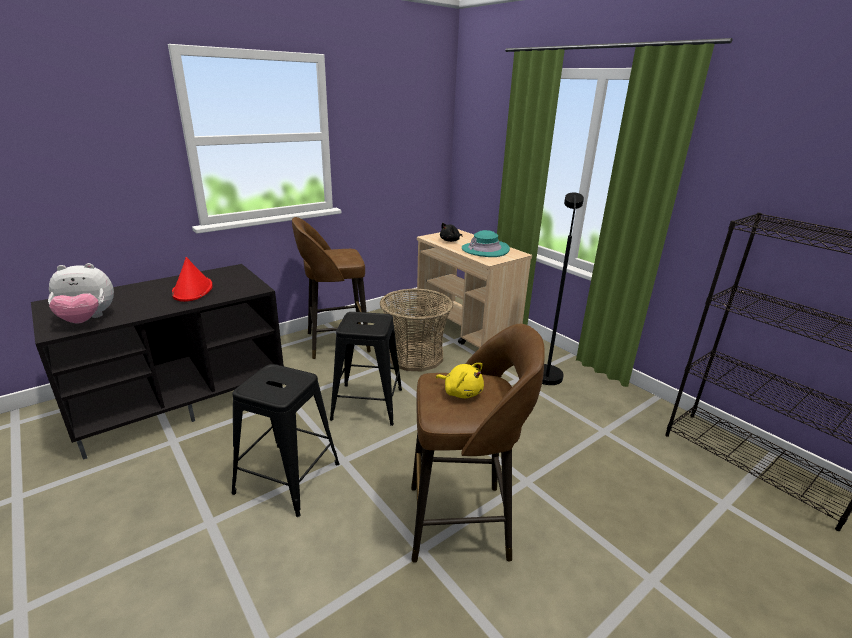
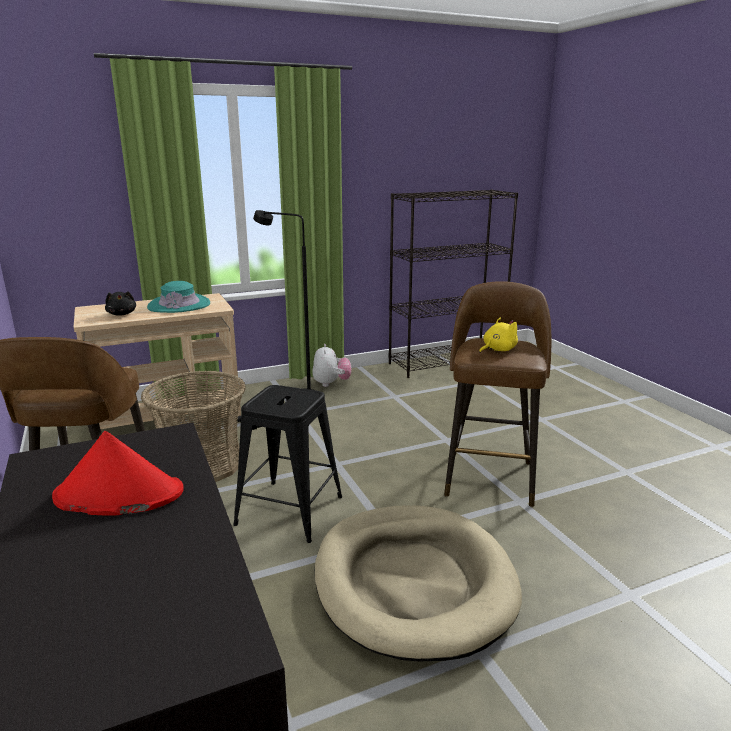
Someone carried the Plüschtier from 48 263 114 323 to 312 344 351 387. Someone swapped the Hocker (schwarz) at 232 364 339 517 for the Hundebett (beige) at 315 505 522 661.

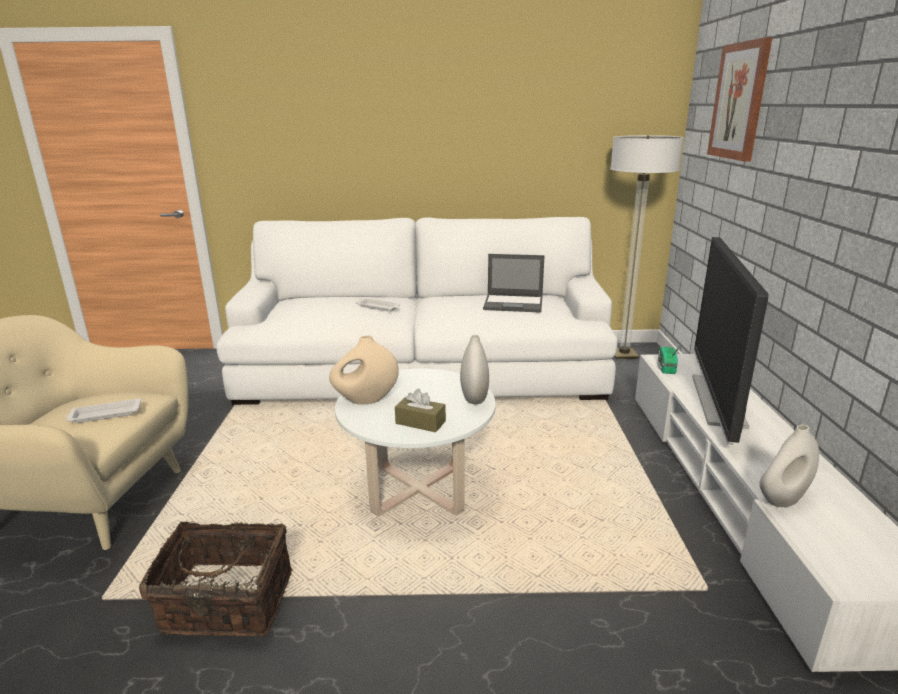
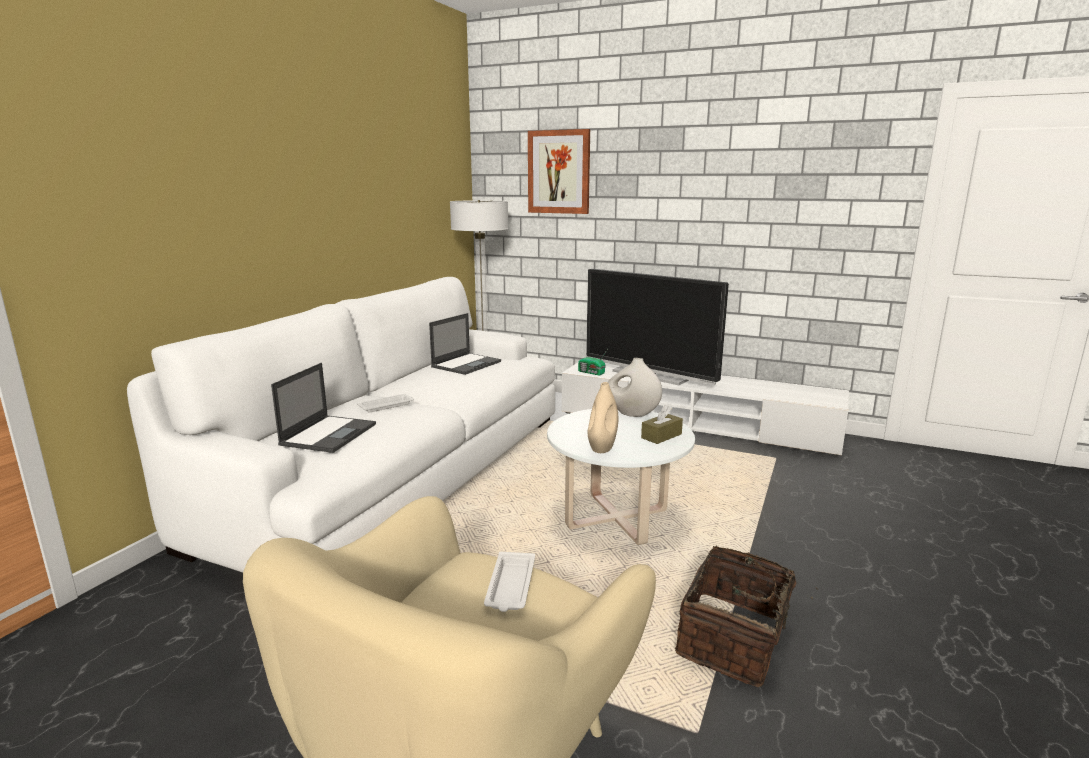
Someone took away the Vase (weiß) at 759 425 819 507. Someone put down the Laptop at 271 363 376 453.

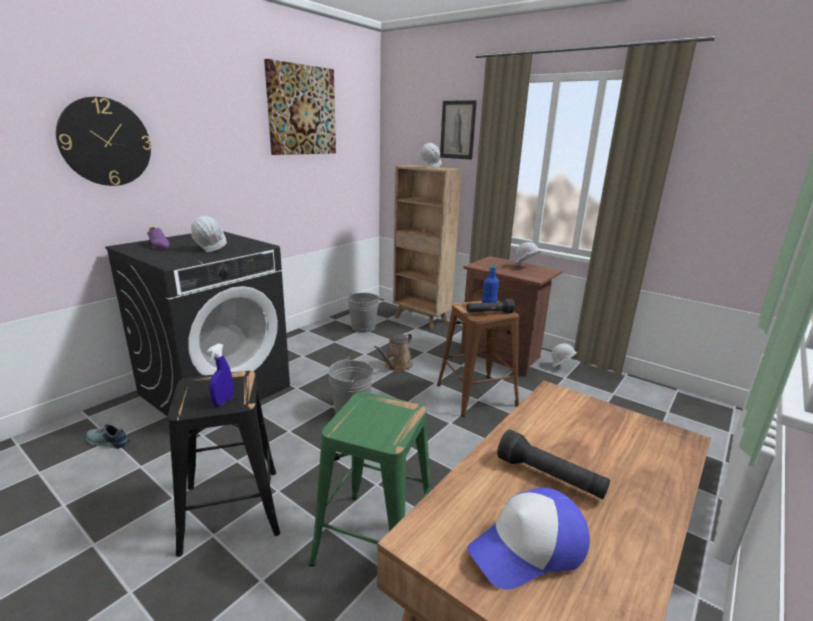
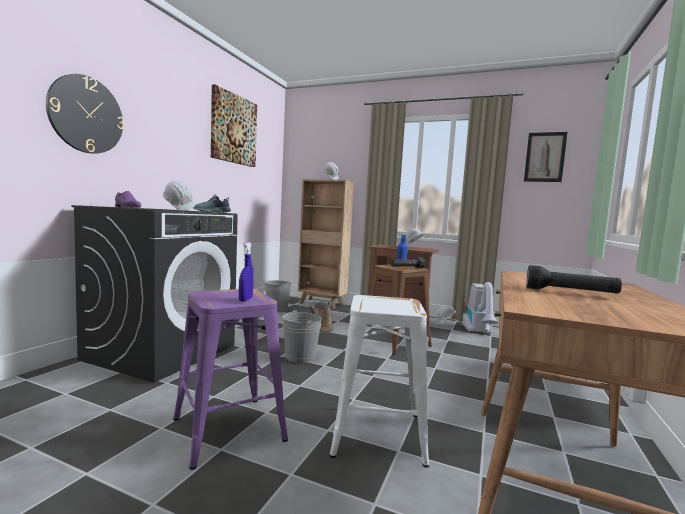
Someone carried the Schuh from 86 424 130 449 to 193 195 231 213. Someone repainted the Hocker (schwarz) at 168 371 280 557, which became the Hocker (lila) at 173 289 288 470. Someone repainted the Hocker (grün) at 309 392 431 567, which became the Hocker (weiß) at 329 295 429 468. Someone carried the Bild from 440 100 477 160 to 524 132 567 182. Someone took away the Kappe at 467 488 590 590. Someone put down the Staubsauger at 462 282 499 334.

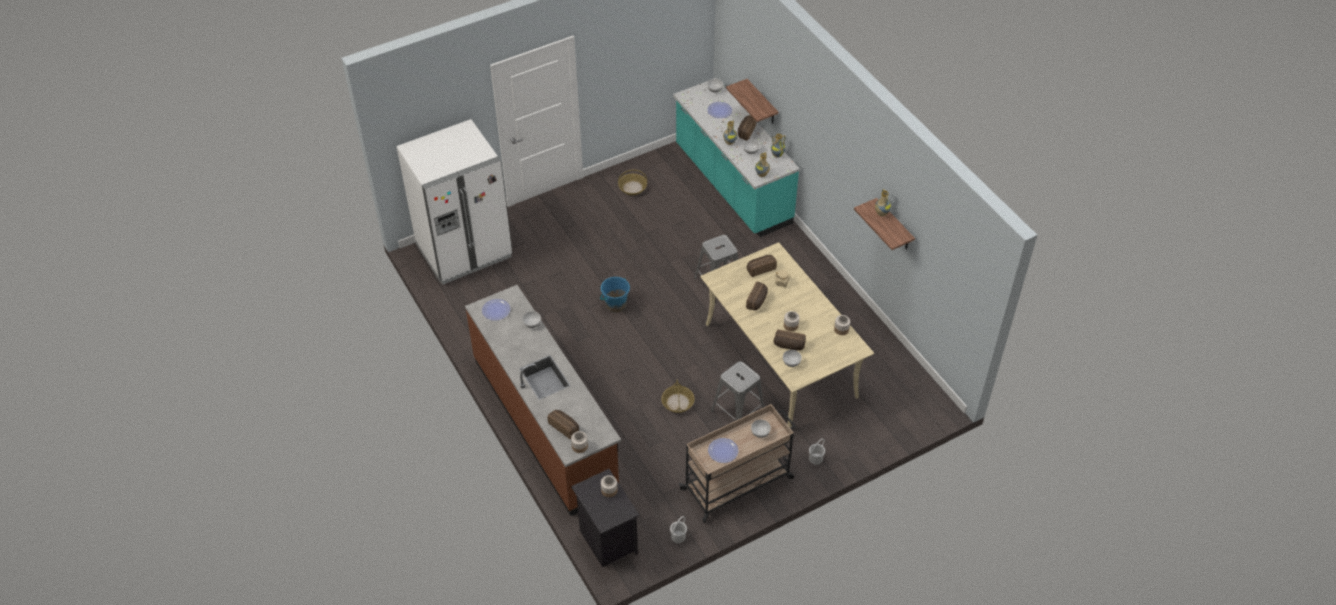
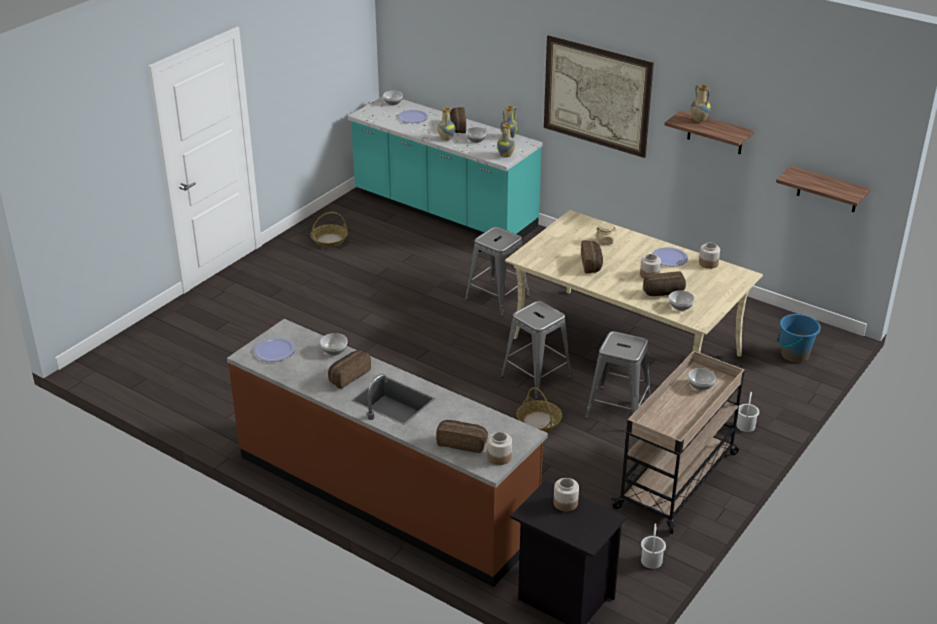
Someone took away the Kühlschrank (weiß) at 396 119 513 285. Someone carried the Eimer (blau) from 600 277 630 312 to 778 314 821 363. Someone carried the Teller from 708 438 738 463 to 652 247 688 267. Someone carried the Wandregal from 726 79 779 124 to 776 166 870 212. Someone carried the Brot from 747 255 777 277 to 328 350 371 389. Someone put down the Hocker (grau) at 501 301 572 399. Someone put up the Bild at 544 35 654 158.

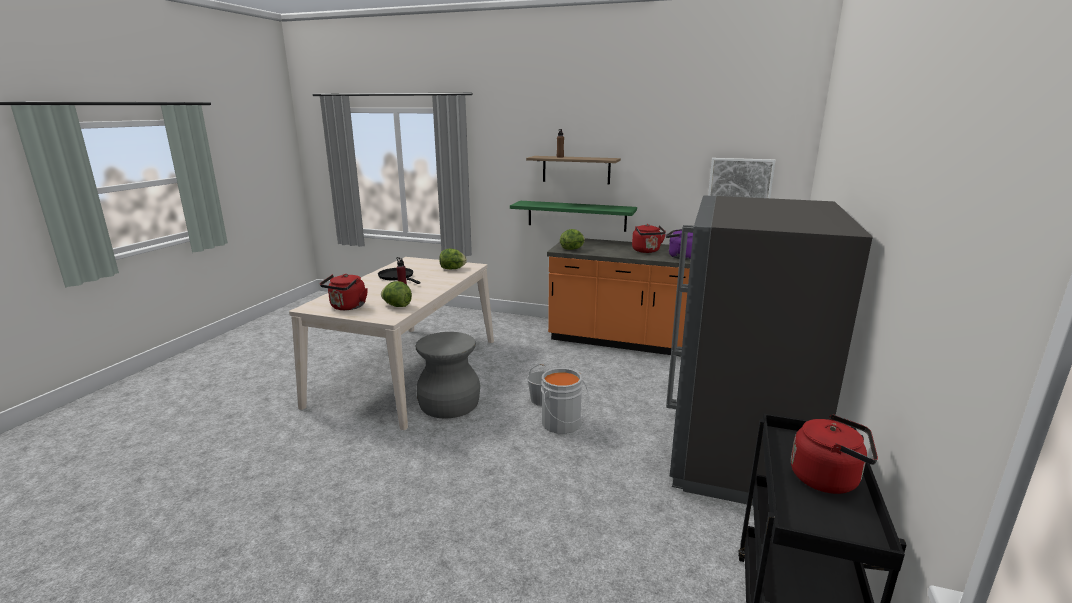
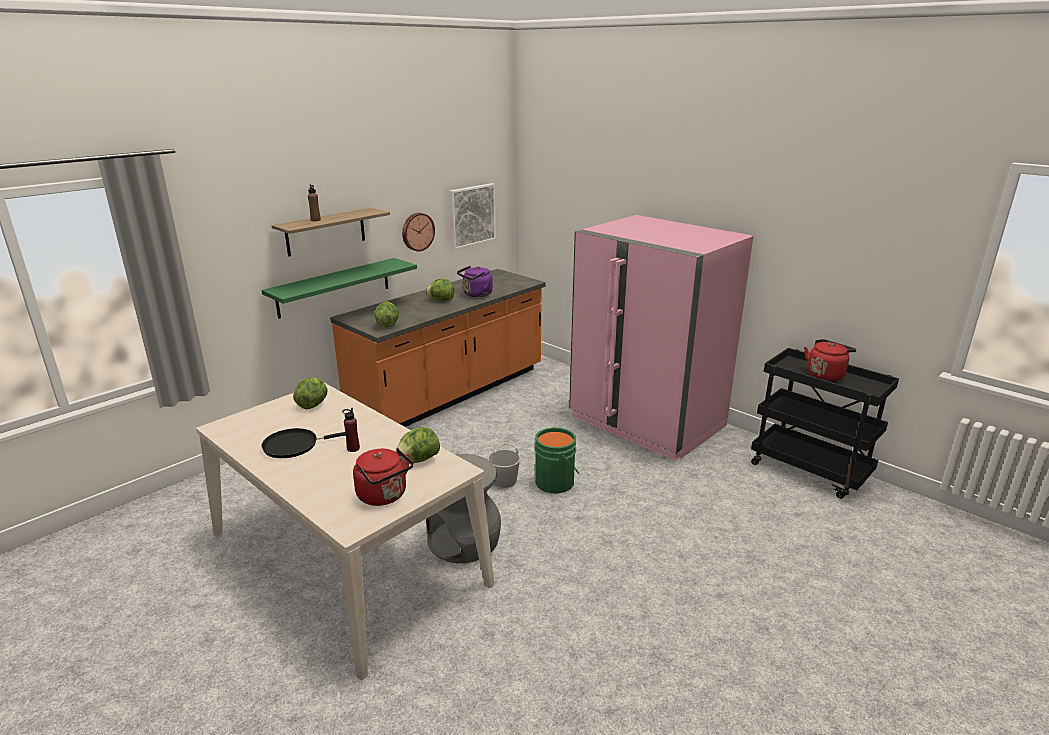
Someone repainted the Eimer (grau) at 541 368 589 434, which became the Eimer (grün) at 534 427 580 493. Someone swapped the Wasserkessel (rot) at 632 224 666 253 for the Salatkopf at 426 279 454 301. Someone repainted the Kühlschrank (grau) at 666 195 873 506, which became the Kühlschrank (rosa) at 569 215 753 461. Someone put up the Wanduhr at 402 213 435 251.

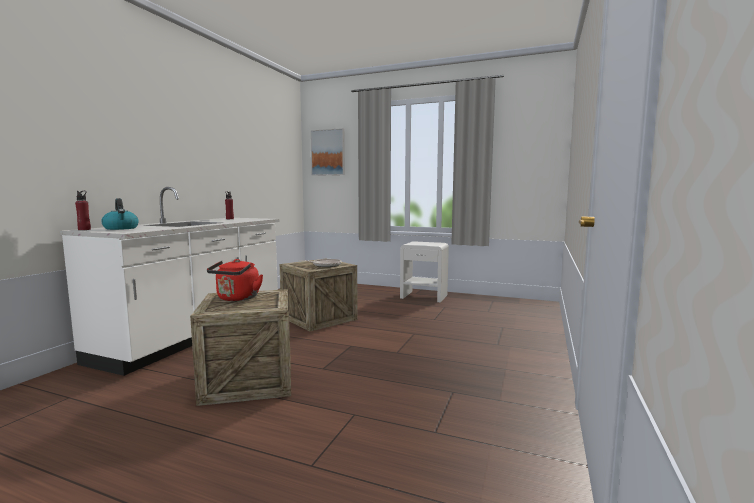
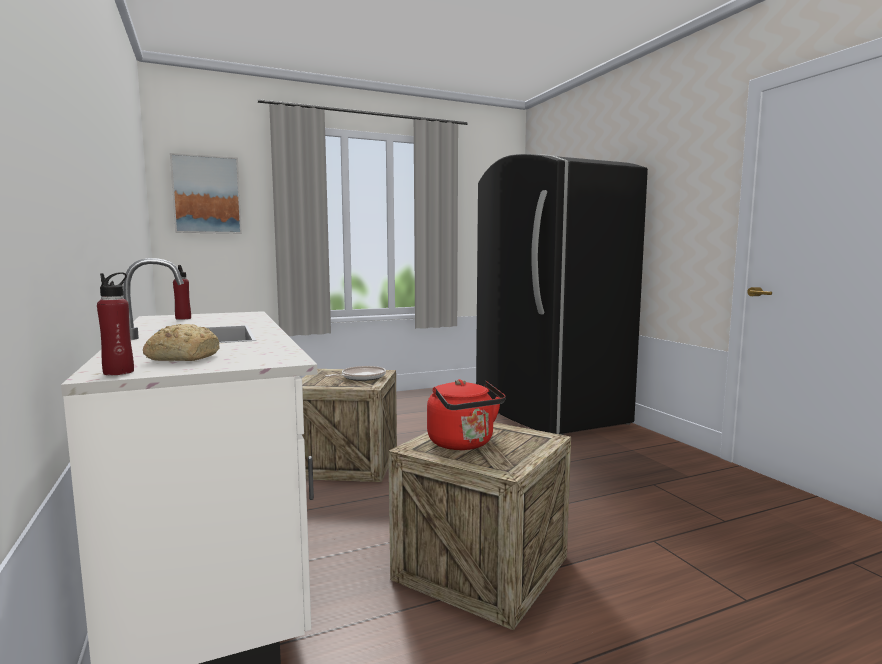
Someone swapped the Wasserkessel at 101 198 139 230 for the Brot at 143 324 220 361. Someone took away the Nachttisch (weiß) at 400 241 449 302. Someone put down the Kühlschrank (schwarz) at 476 154 648 435.

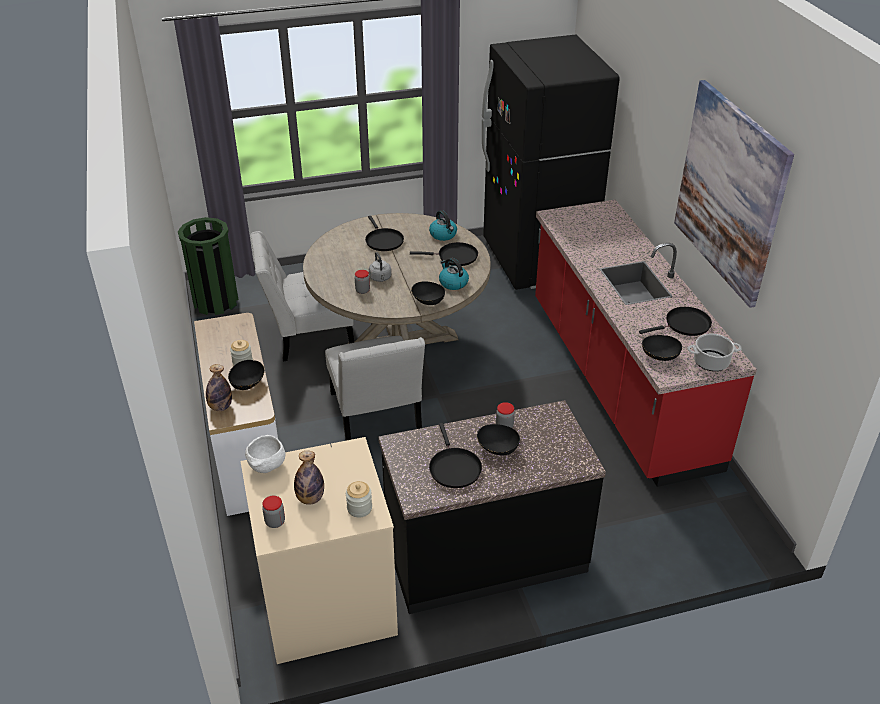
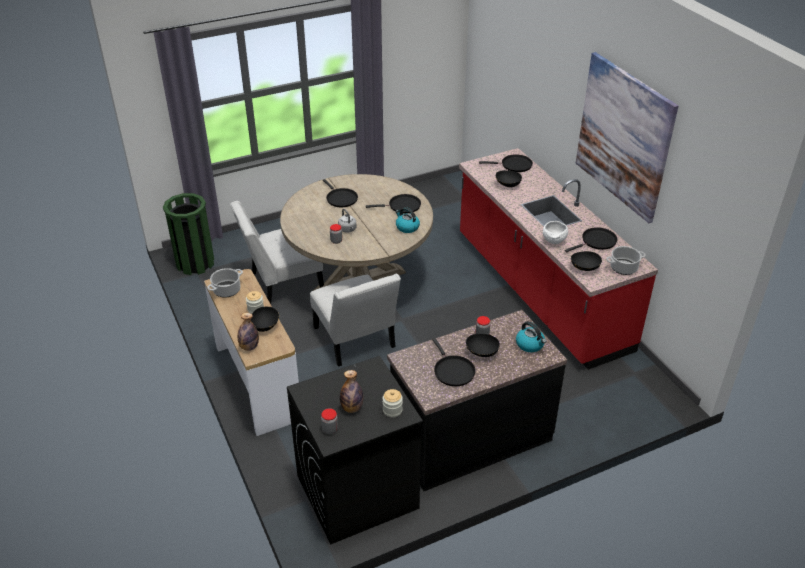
Someone repainted the Waschmaschine (beige) at 241 437 398 664, which became the Waschmaschine (schwarz) at 287 356 423 545. Someone carried the Schüssel (weiß) from 245 435 285 473 to 543 221 568 244. Someone carried the Schüssel (schwarz) from 411 281 445 305 to 496 170 522 187. Someone carried the Wasserkessel from 429 210 457 241 to 516 321 546 352. Someone took away the Kühlschrank (schwarz) at 482 35 620 290. Someone put down the Kochtopf at 207 268 243 298. Someone put down the Pfanne (schwarz) at 479 154 533 172.

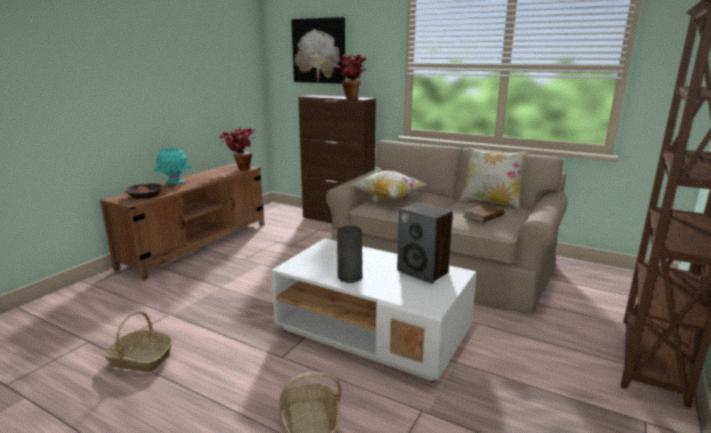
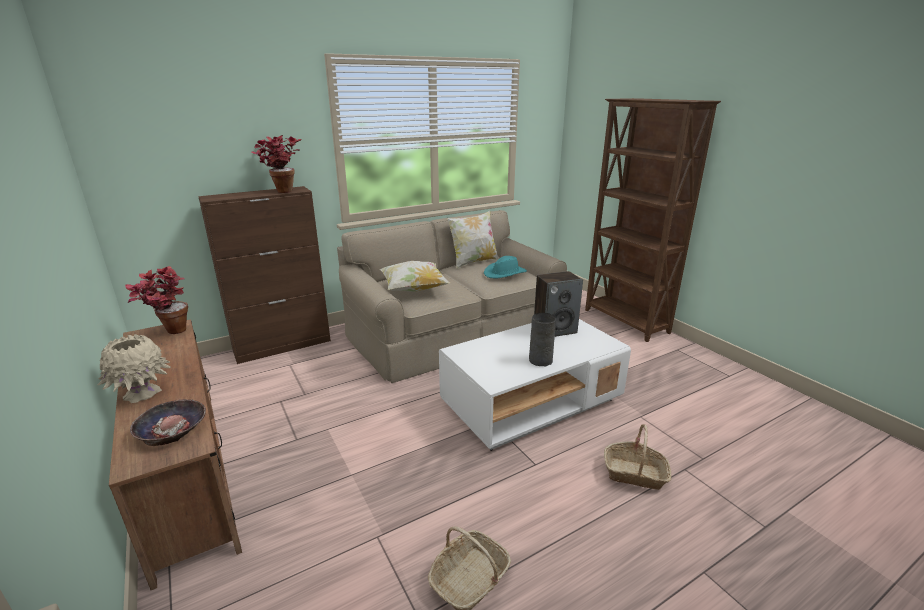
Someone repainted the Vase (türkis) at 154 148 191 184, which became the Vase (beige) at 98 334 171 403. Someone took away the Bild at 291 17 345 84. Someone swapped the Buch (braun) at 464 204 505 223 for the Hut (türkis) at 484 256 527 278.

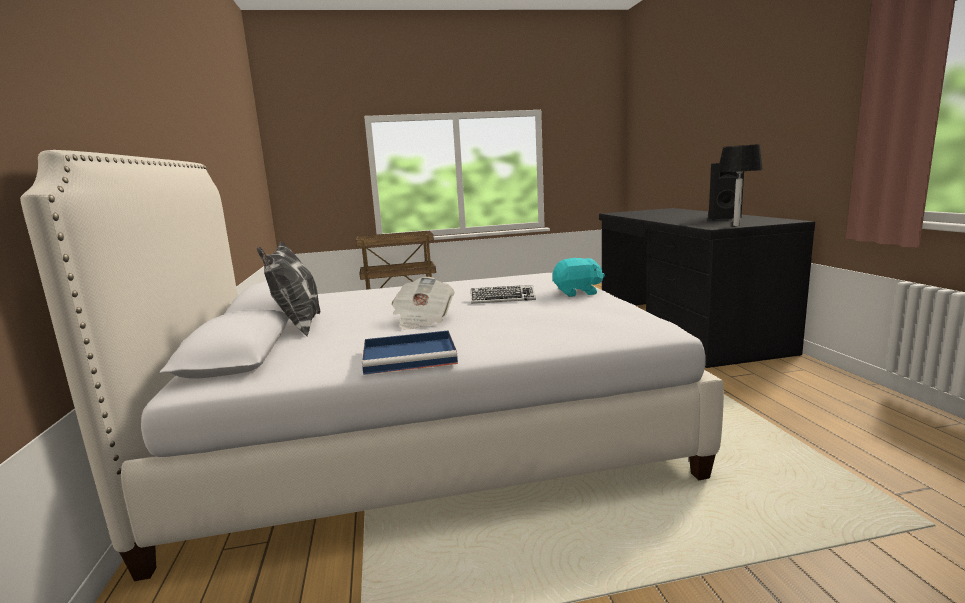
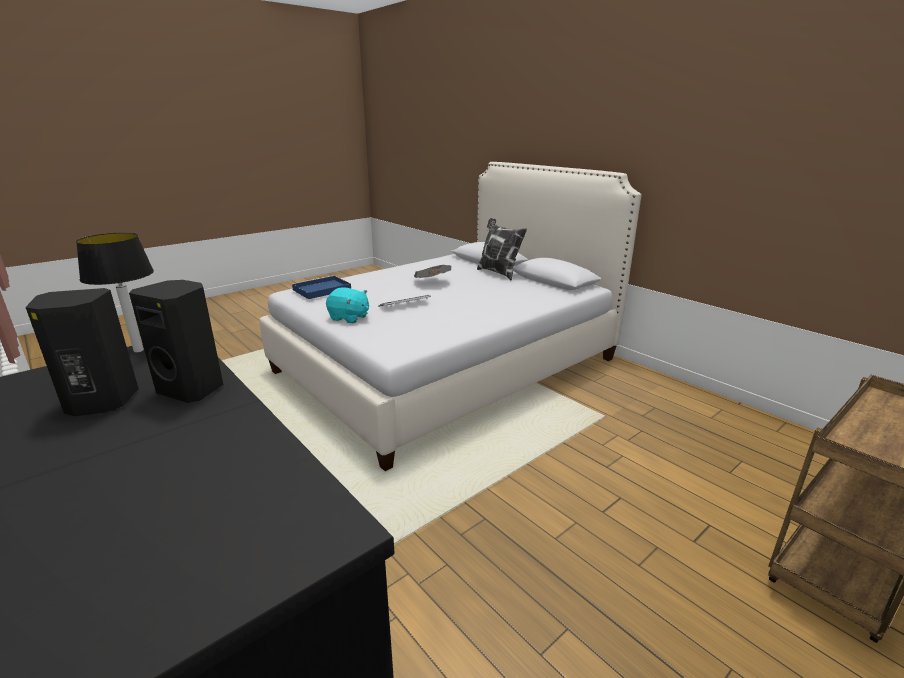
Someone carried the Tablett (blau) from 362 330 458 375 to 292 275 351 299. Someone rotated the Plüschtier (türkis) at 553 258 605 297 by 120 degrees counterclockwise. Someone put down the Lautsprecher (schwarz) at 129 280 223 403.

